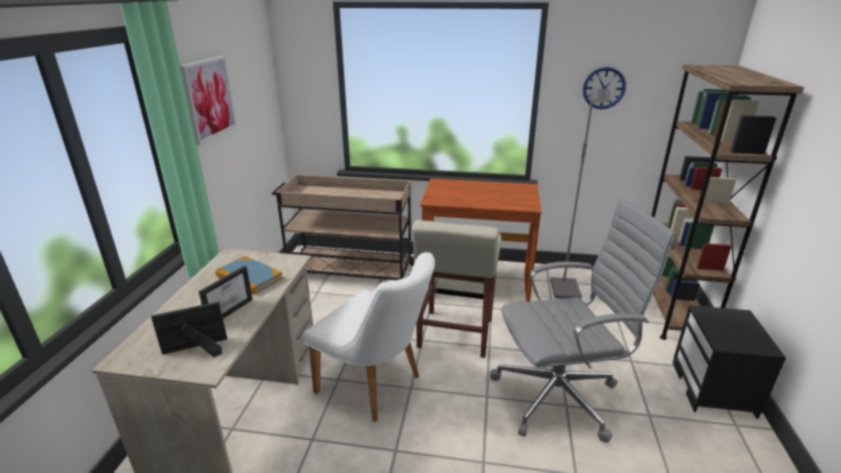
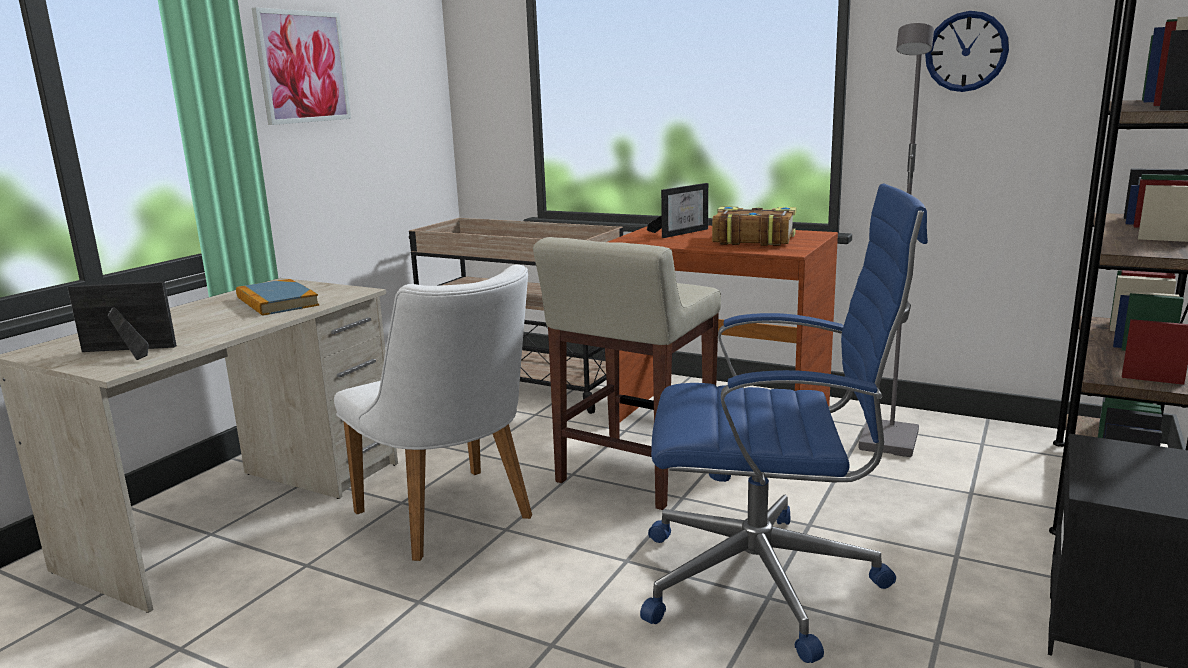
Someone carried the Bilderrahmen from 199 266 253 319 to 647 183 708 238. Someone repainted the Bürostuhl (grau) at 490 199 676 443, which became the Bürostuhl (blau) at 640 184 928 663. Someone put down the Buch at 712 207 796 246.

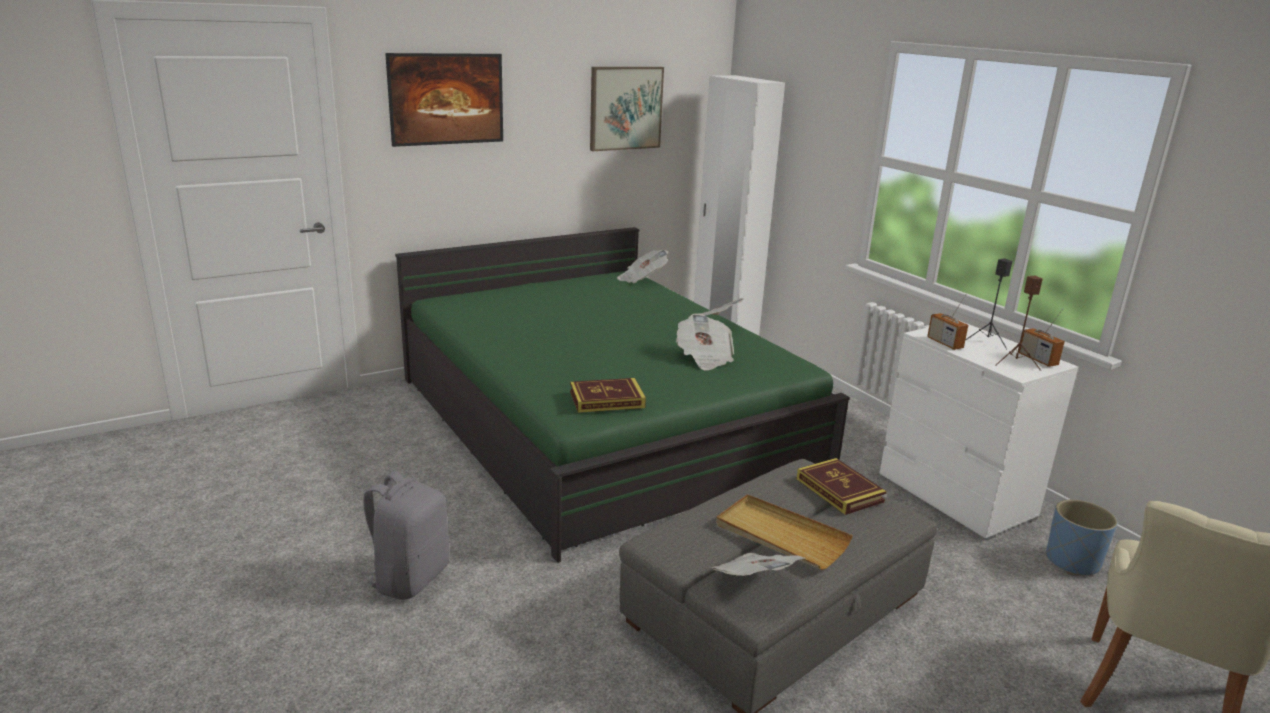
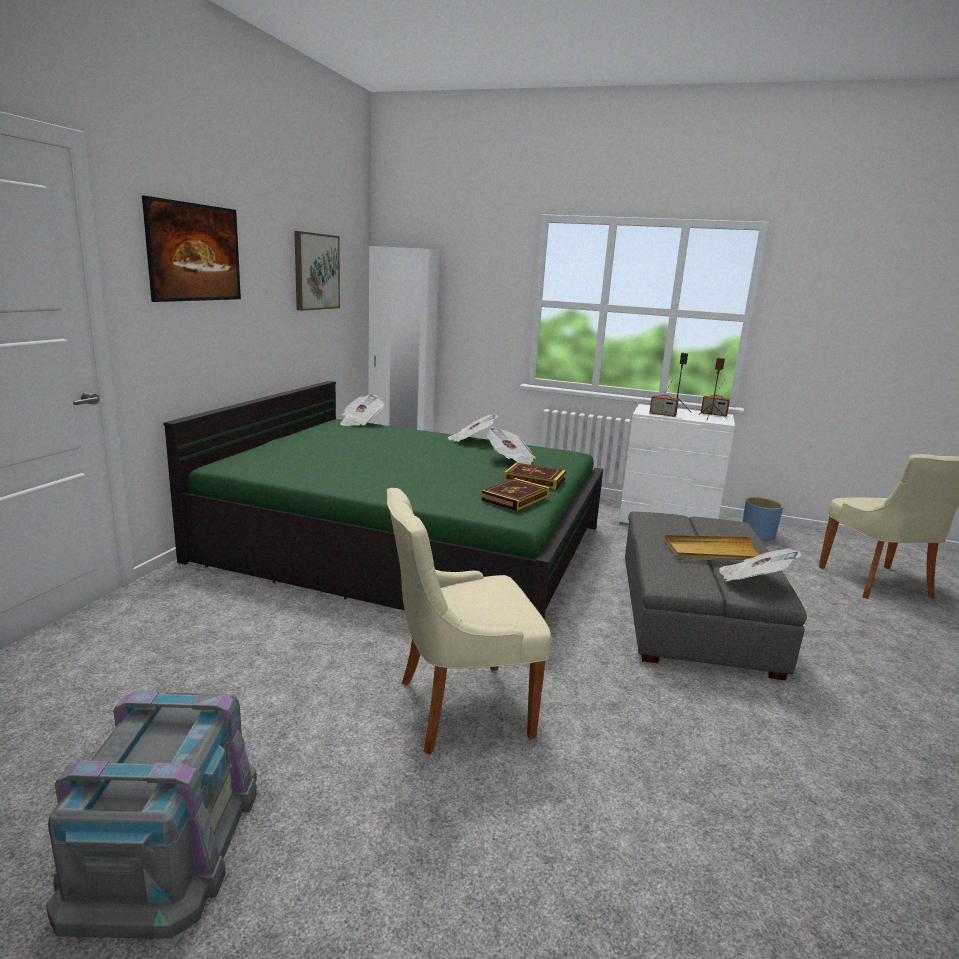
Someone swapped the Rucksack (grau) at 361 471 449 600 for the Stuhl (beige) at 387 488 552 754. Someone carried the Buch from 797 458 886 515 to 503 463 566 490. Someone put down the Aufbewahrungsbox (grau) at 46 692 257 939.

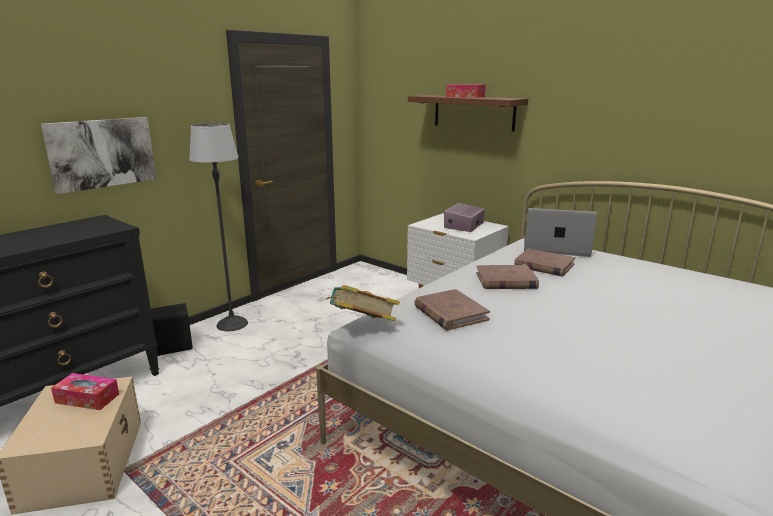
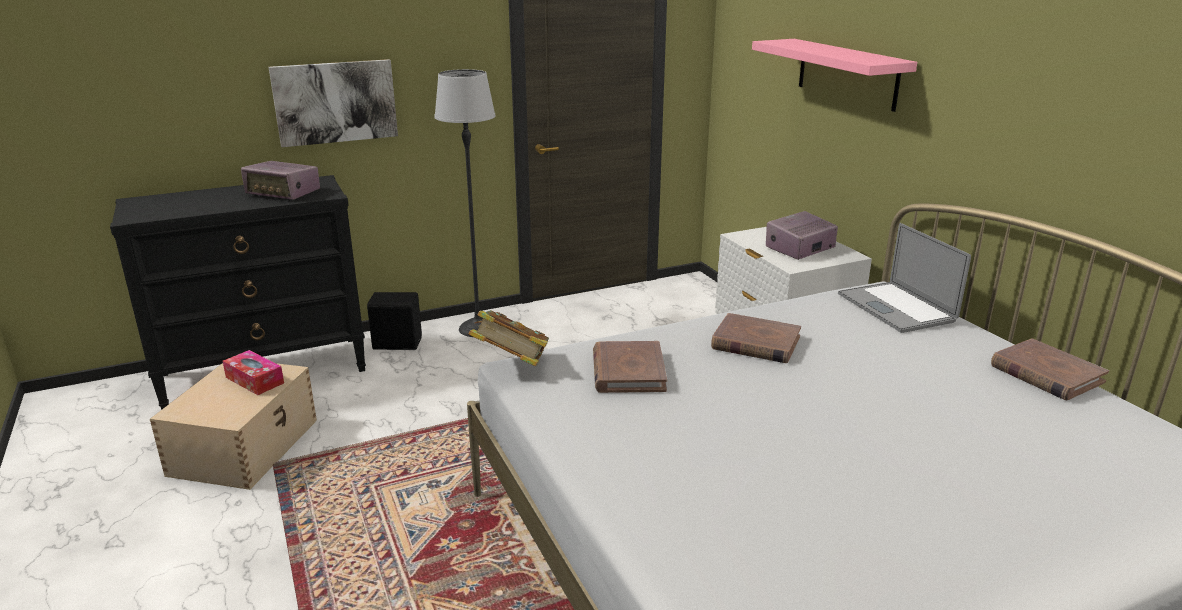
Someone repainted the Wandregal (braun) at 408 95 528 132, which became the Wandregal (rosa) at 752 39 917 112. Someone took away the Taschentuchbox at 446 84 486 98. Someone carried the Buch (braun) from 514 248 575 276 to 991 338 1109 400. Someone rotated the Laptop at 524 208 597 257 by 150 degrees counterclockwise. Someone put down the Radio at 241 161 320 200.

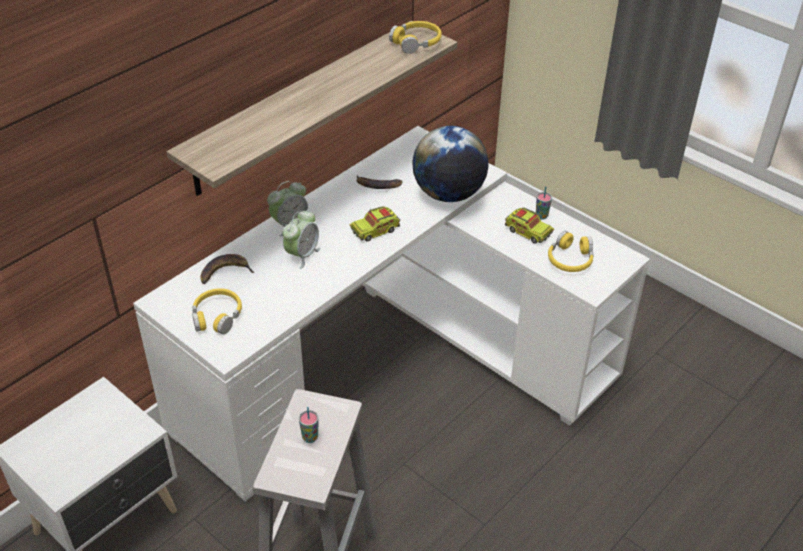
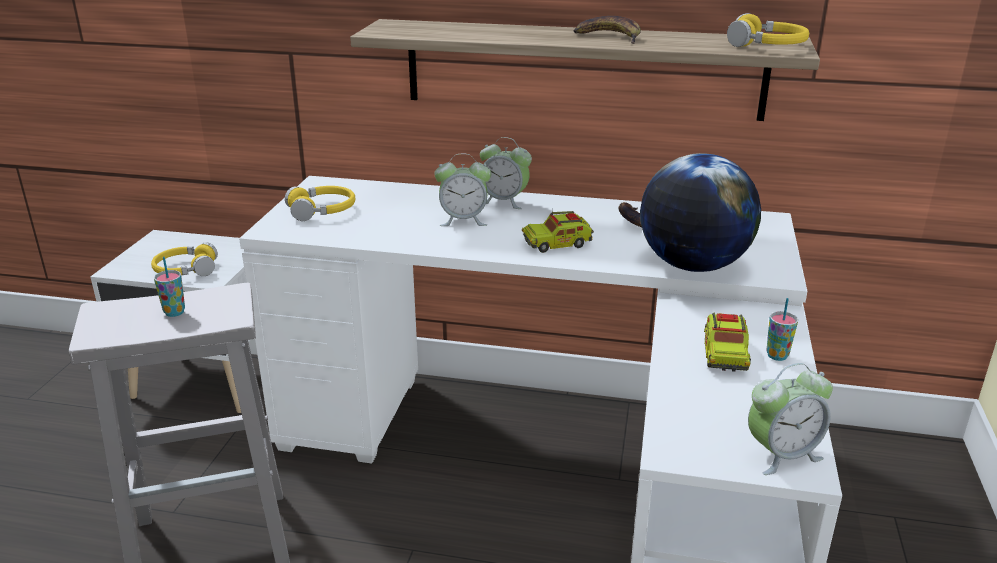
Someone carried the Banane from 200 254 255 284 to 574 16 641 44. Someone rotated the Spielzeuglaster at 350 206 400 242 by 45 degrees counterclockwise. Someone carried the Kopfhörer (gelb) from 548 231 593 272 to 151 242 218 276. Someone put down the Wecker at 748 363 833 475.

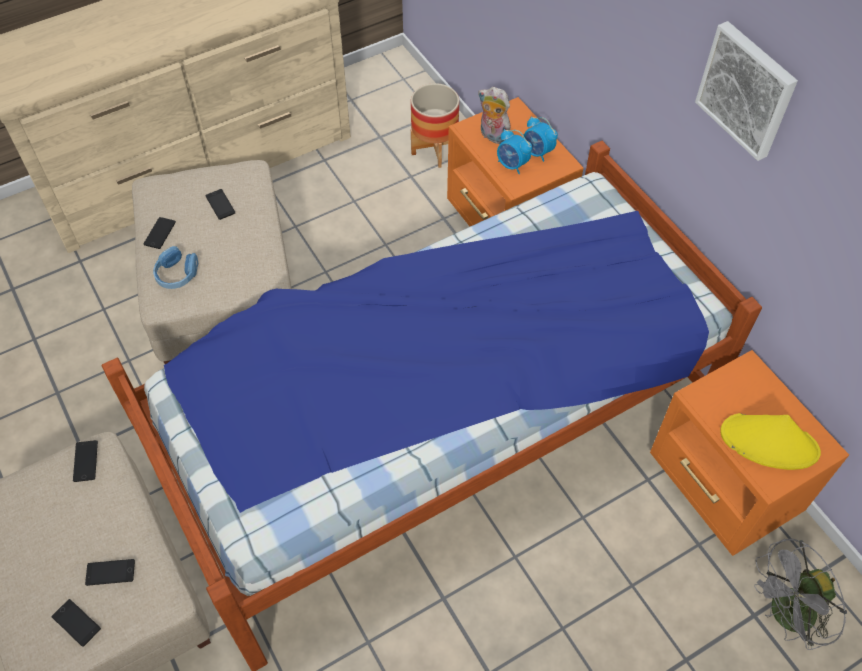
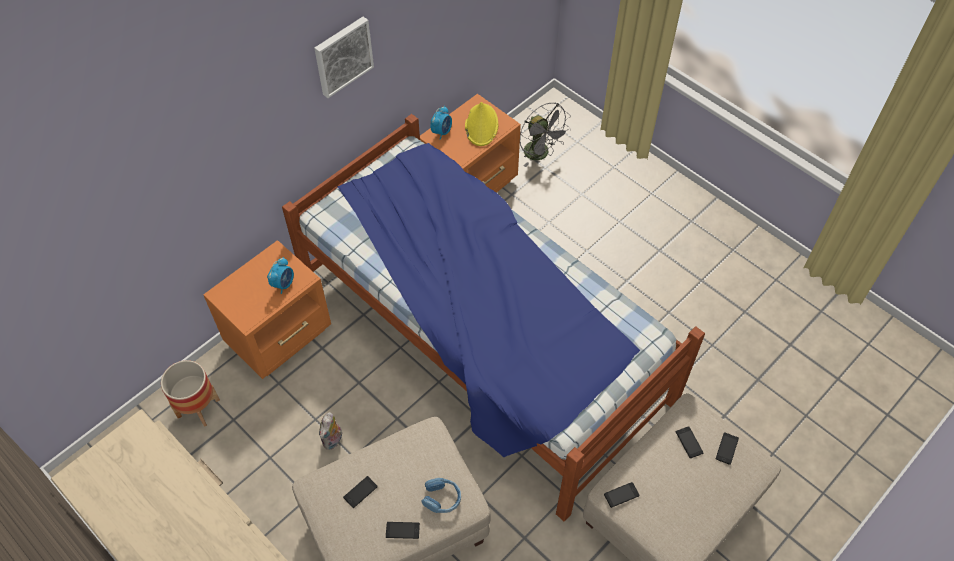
Someone carried the Plüschtier from 478 87 511 144 to 319 412 342 450. Someone carried the Wecker from 524 116 558 162 to 430 106 452 140.

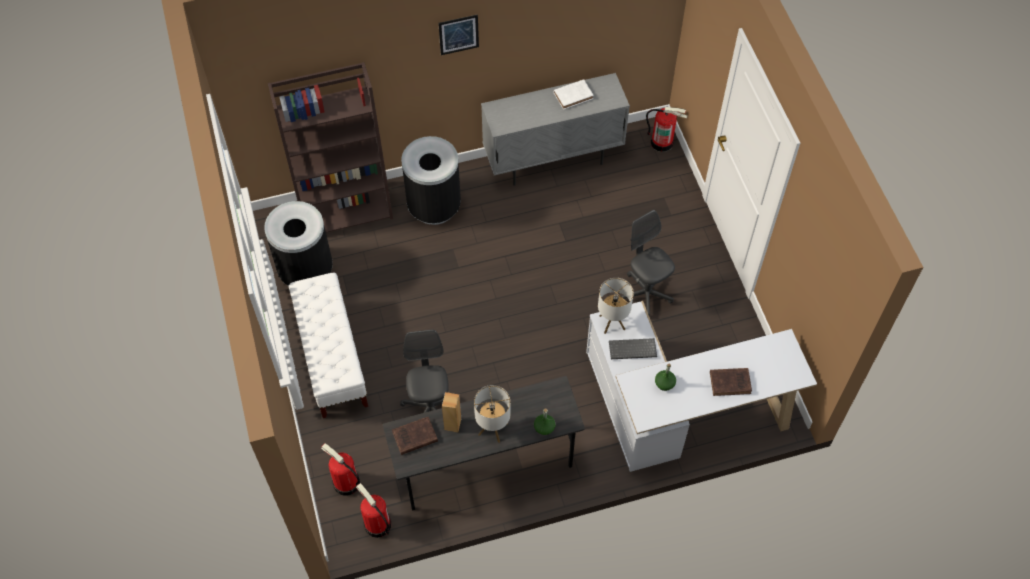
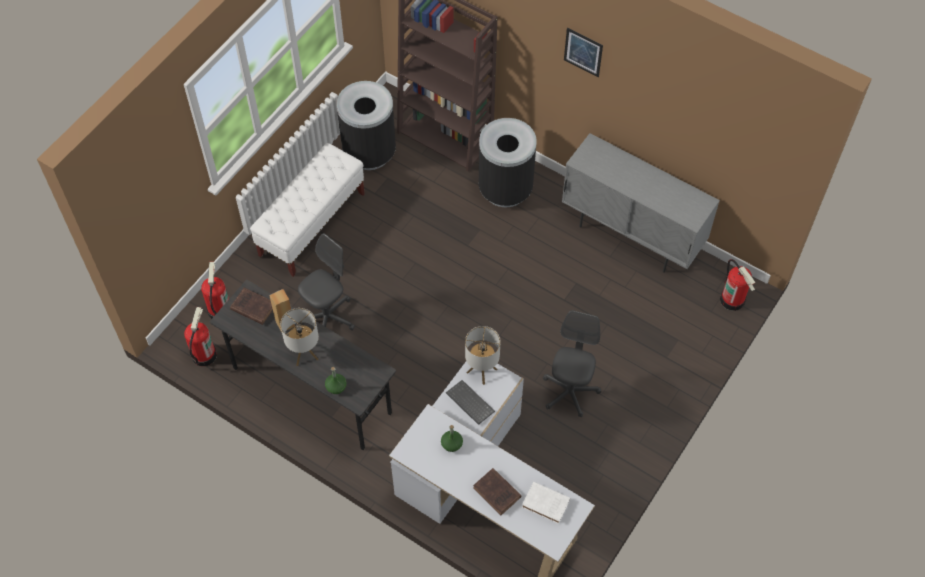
Someone carried the Buch (weiß) from 553 79 594 110 to 522 481 570 524.

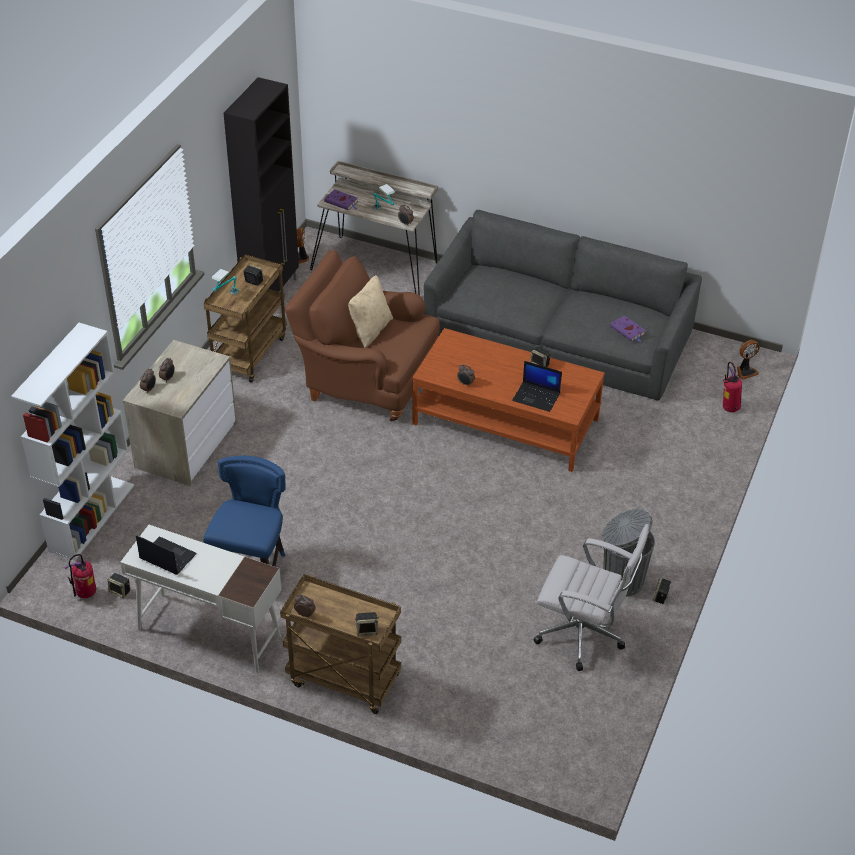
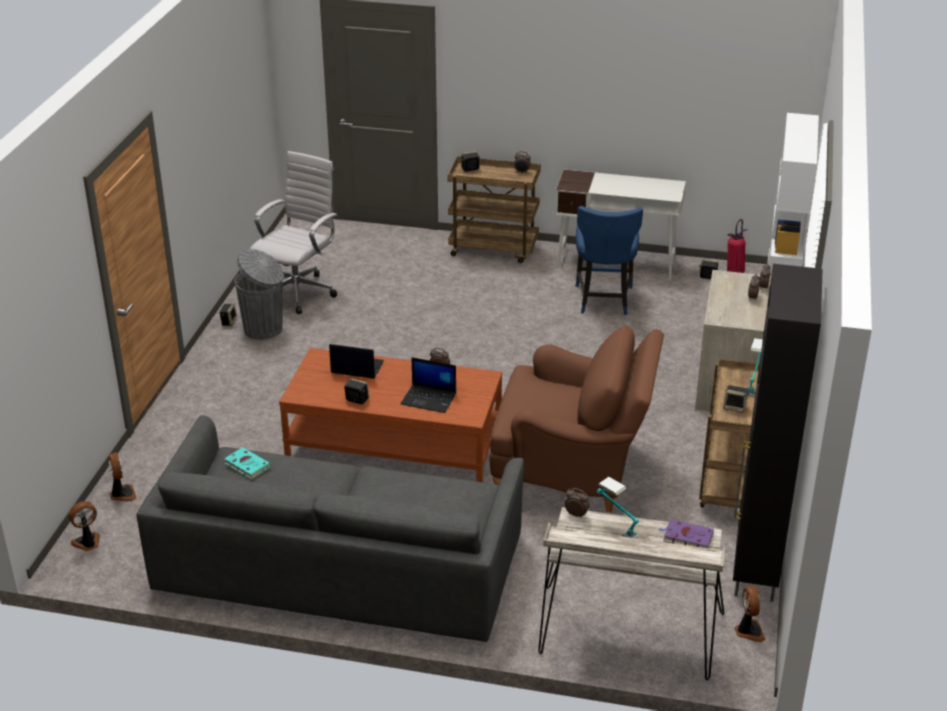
Someone carried the Laptop from 136 535 197 575 to 400 357 456 413. Someone took away the Kissen (beige) at 348 275 393 348. Someone rotated the Bürostuhl (weiß) at 534 524 649 671 by 105 degrees clockwise. Someone repainted the Buch (lila) at 610 315 646 343, which became the Buch (türkis) at 224 447 271 480. Someone swapped the Feuerlöscher at 723 362 742 412 for the Ventilator at 108 453 136 501.

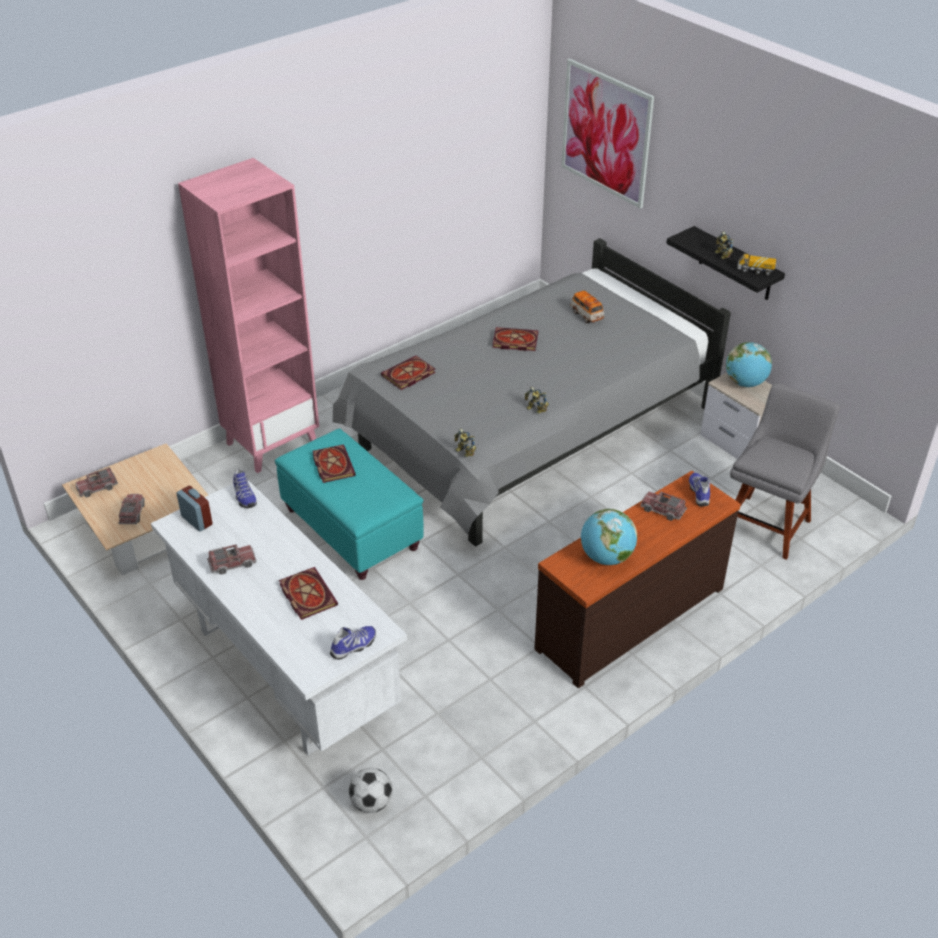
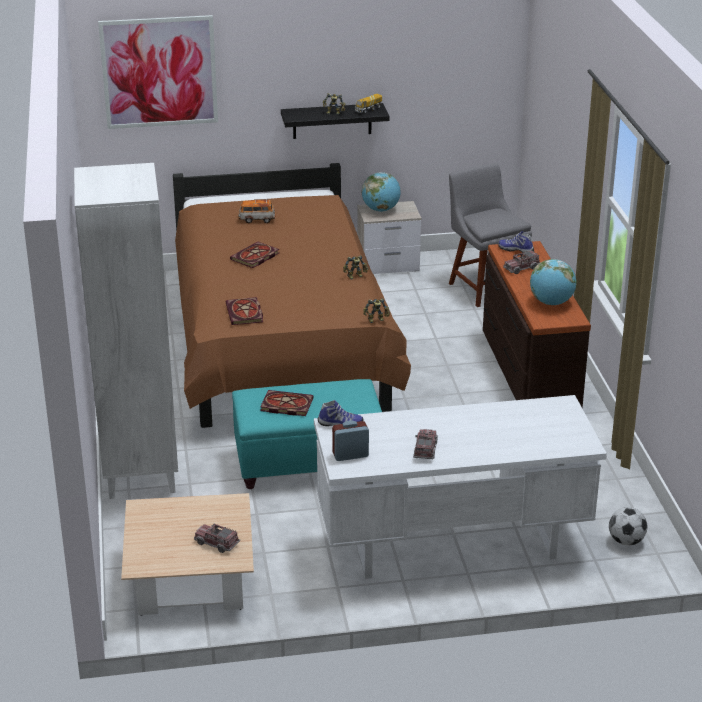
Someone took away the Spielzeuglaster at 76 467 118 498. Someone repainted the Bücherregal (rosa) at 178 158 319 473, which became the Bücherregal (weiß) at 74 163 178 499. Someone took away the Buch at 279 567 338 620. Someone took away the Schuh at 330 626 376 660. Someone repainted the Bett (grau) at 333 238 731 547, which became the Bett (braun) at 173 163 411 428.

